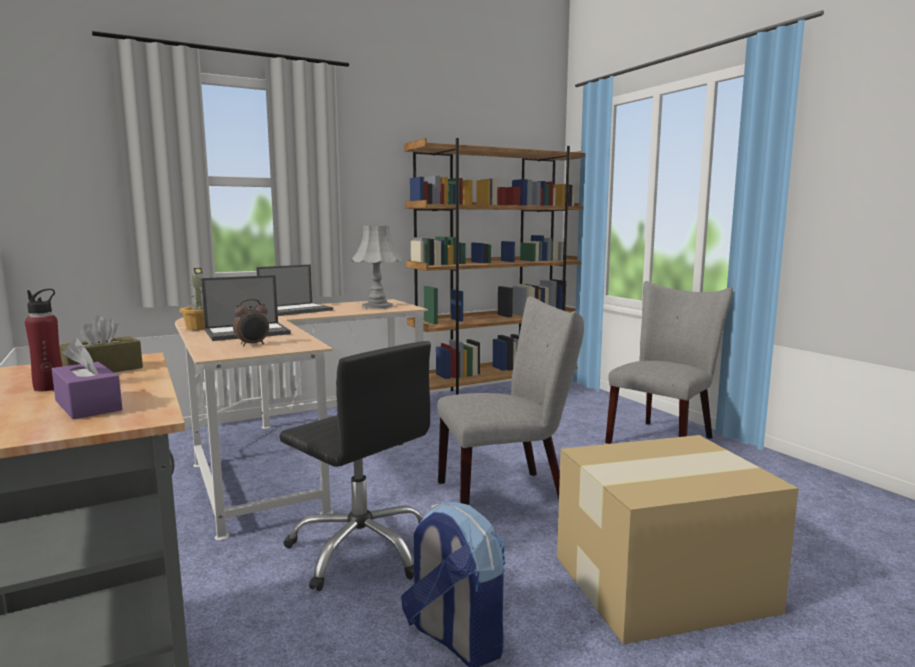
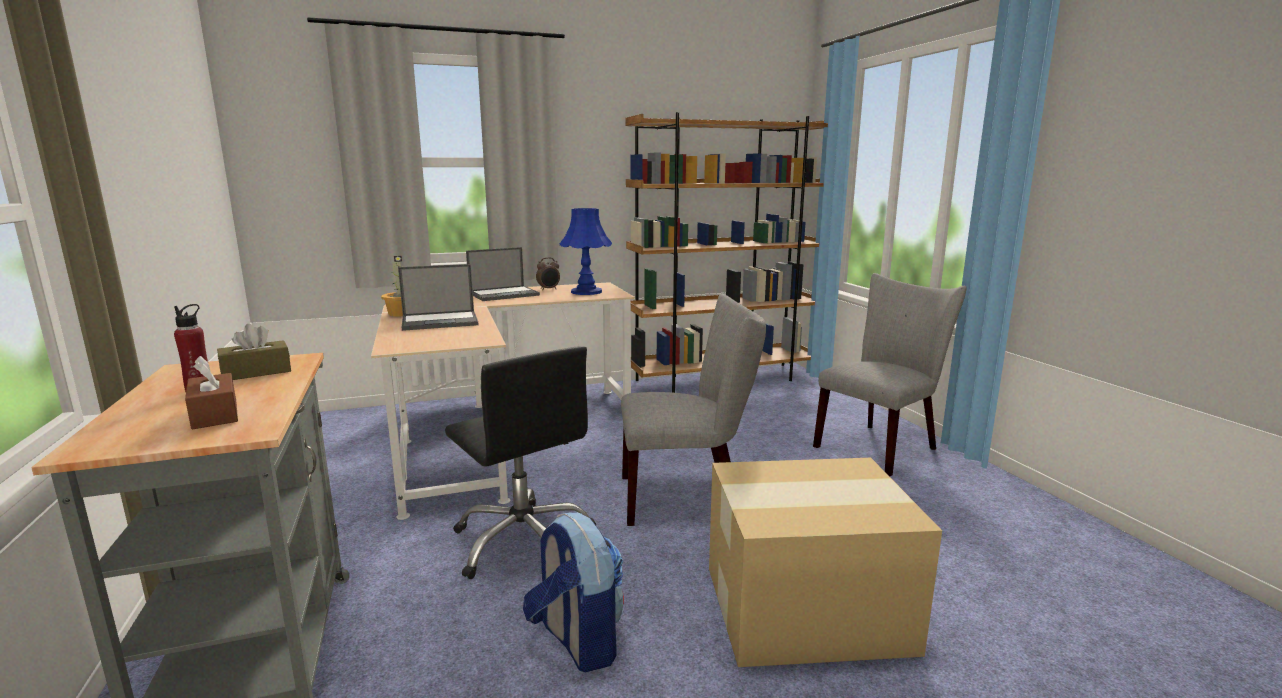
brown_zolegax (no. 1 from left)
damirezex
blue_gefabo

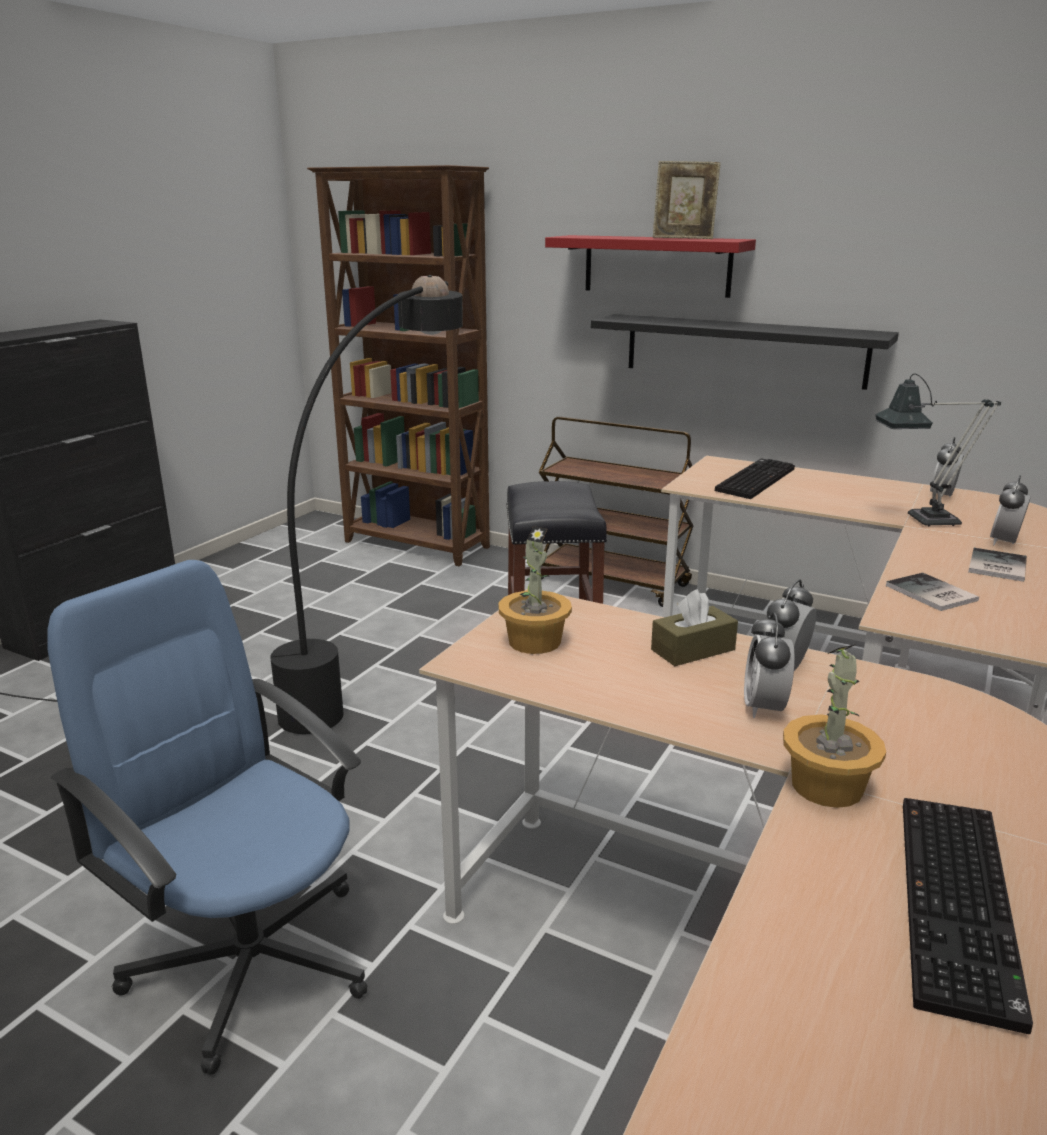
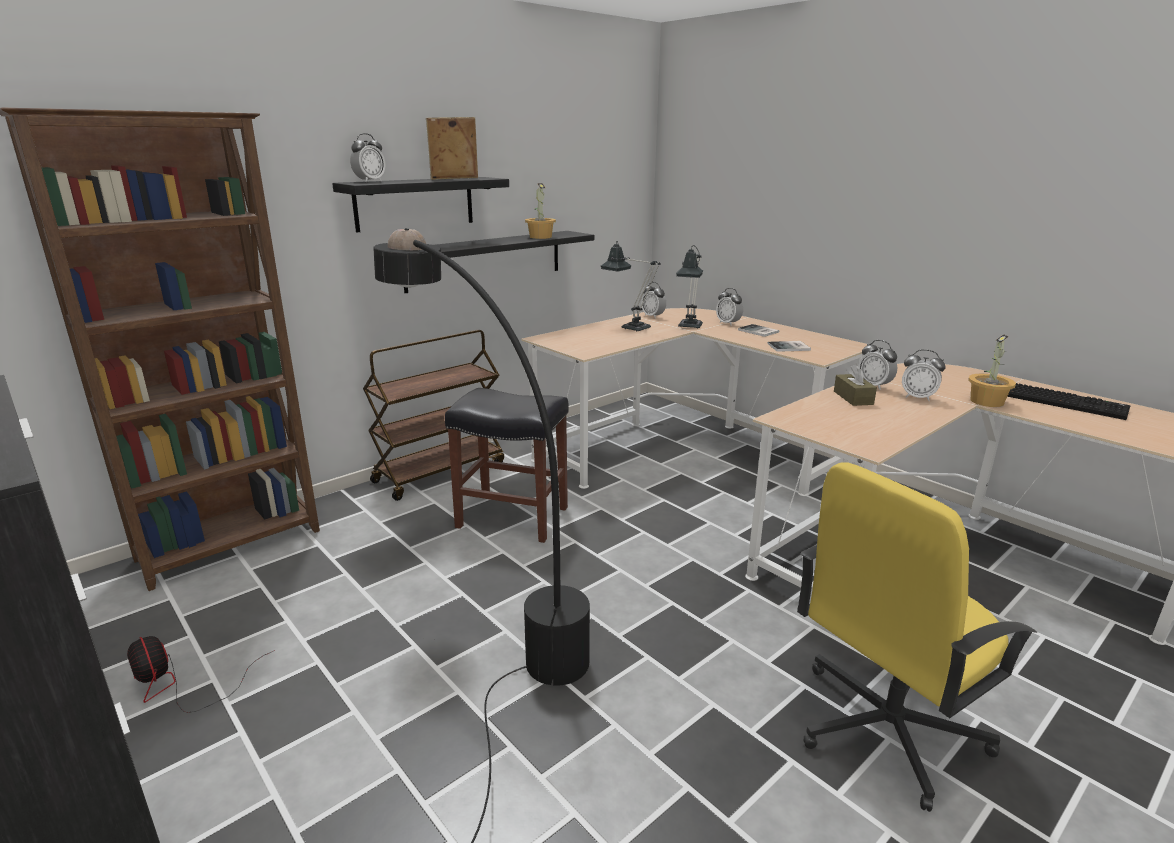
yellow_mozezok
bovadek (no. 1 from left)
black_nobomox (no. 1 from left)
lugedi
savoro (no. 1 from left in the first image)
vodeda
damirezex (no. 1 from left)
gefabo (no. 1 from left)

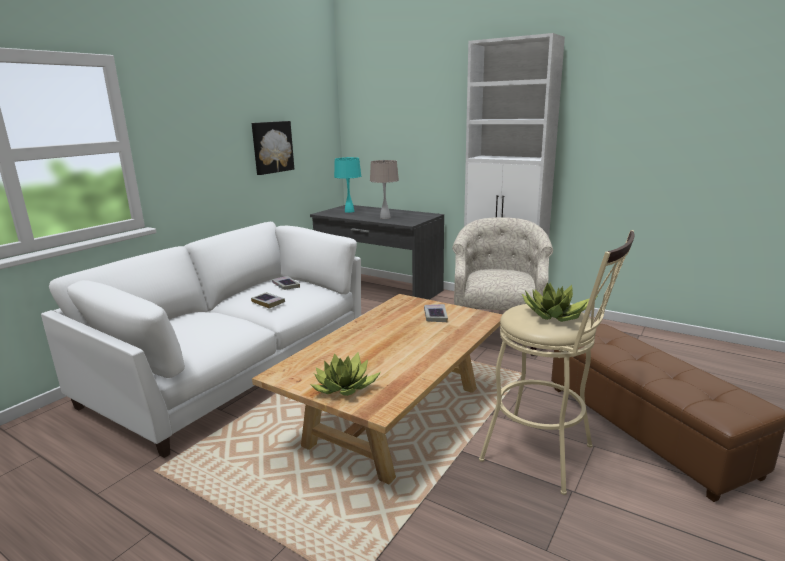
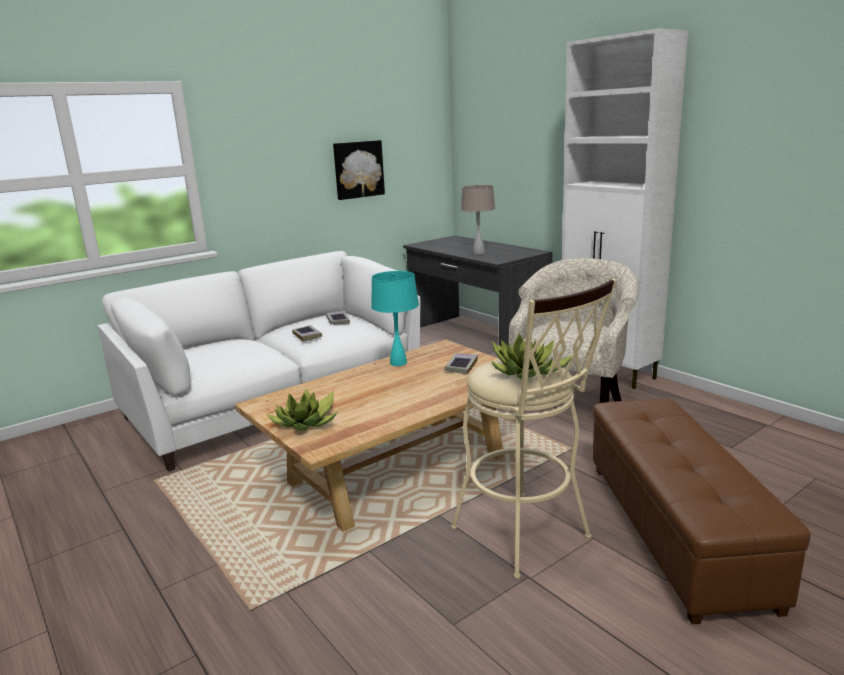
turquoise_gefabo

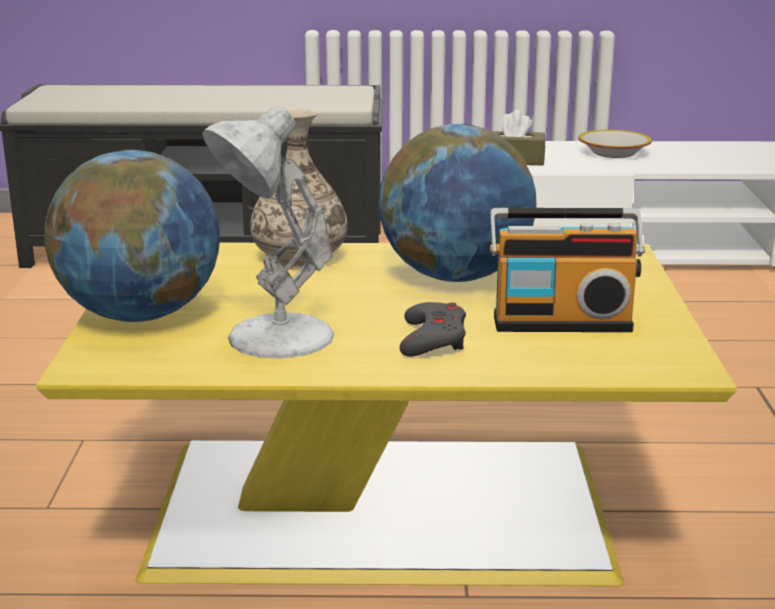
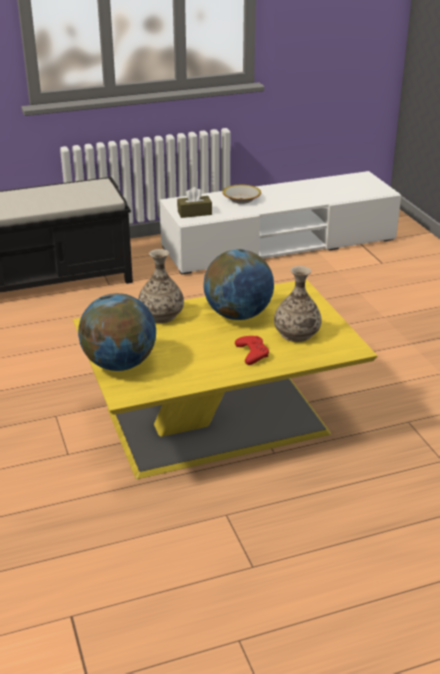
white_gefabo
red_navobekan
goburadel (no. 2 from left)

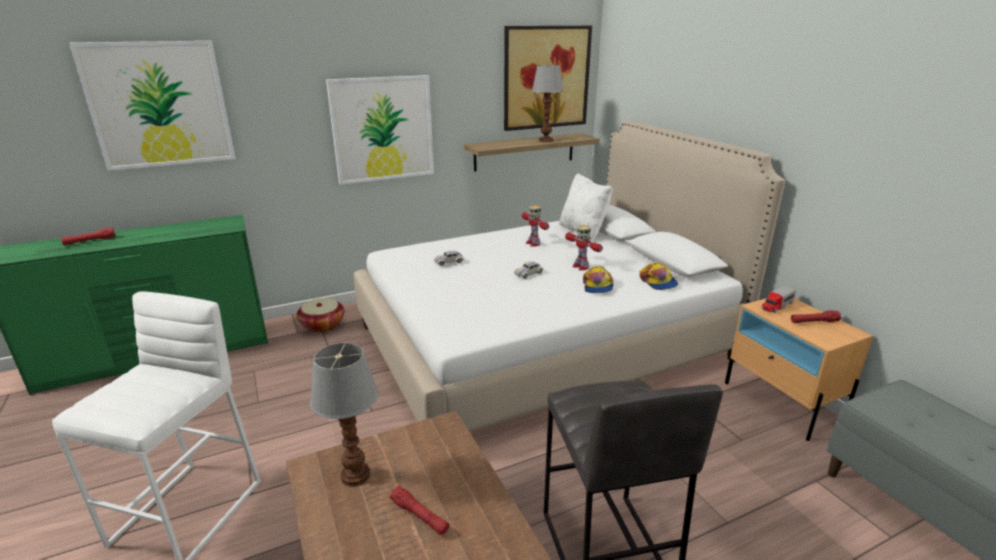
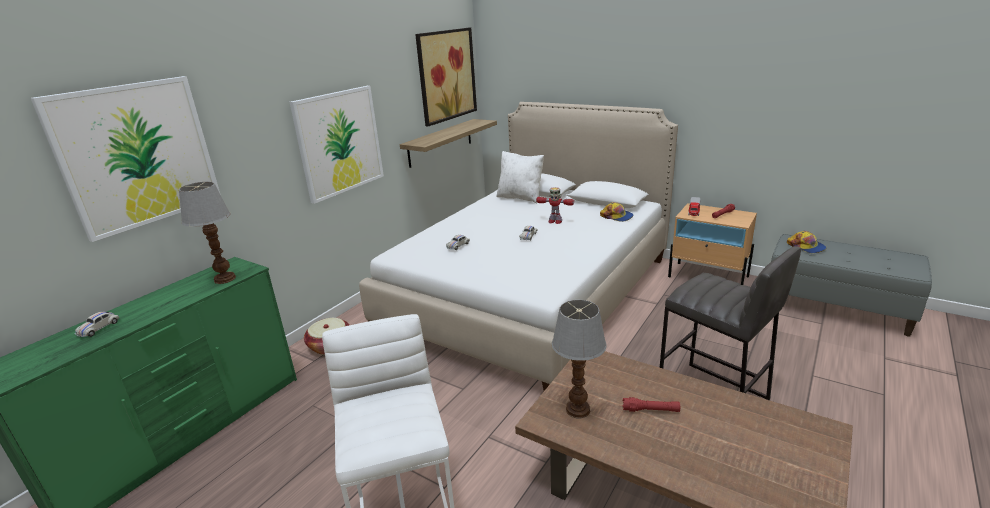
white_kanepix (no. 1 from left)
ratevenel (no. 1 from left in the first image)
gefabo (no. 1 from left)
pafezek (no. 2 from left)

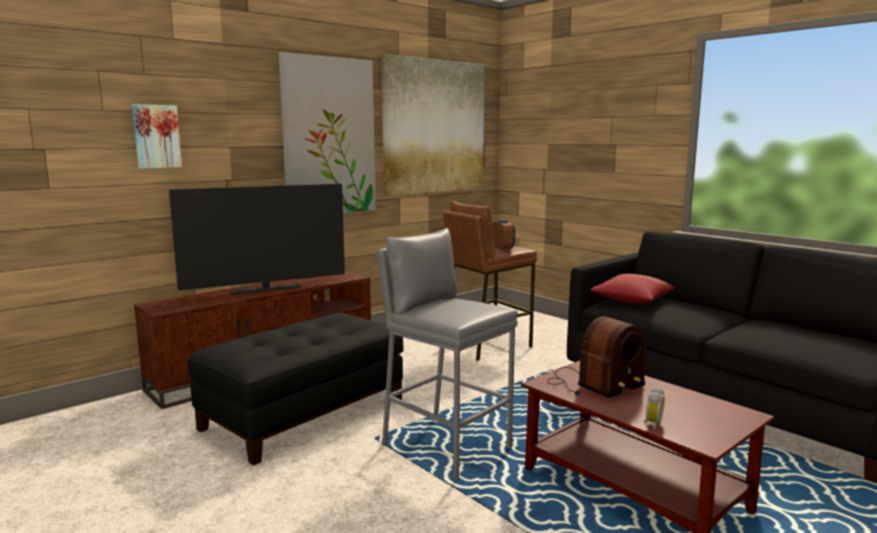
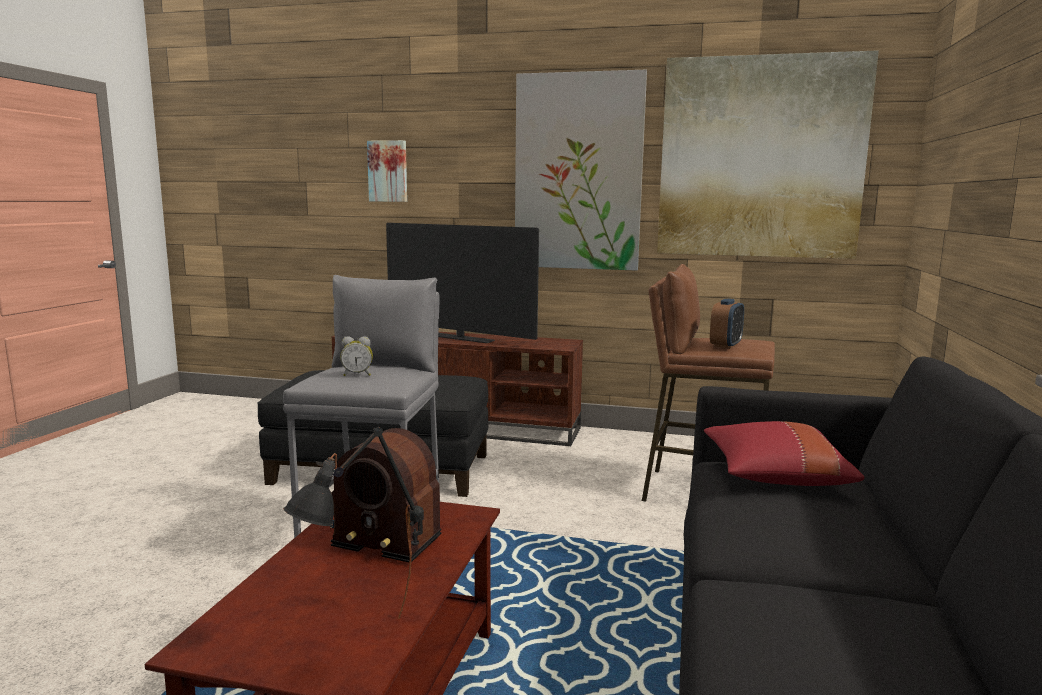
damirezex (no. 1 from left)
black_gefabo

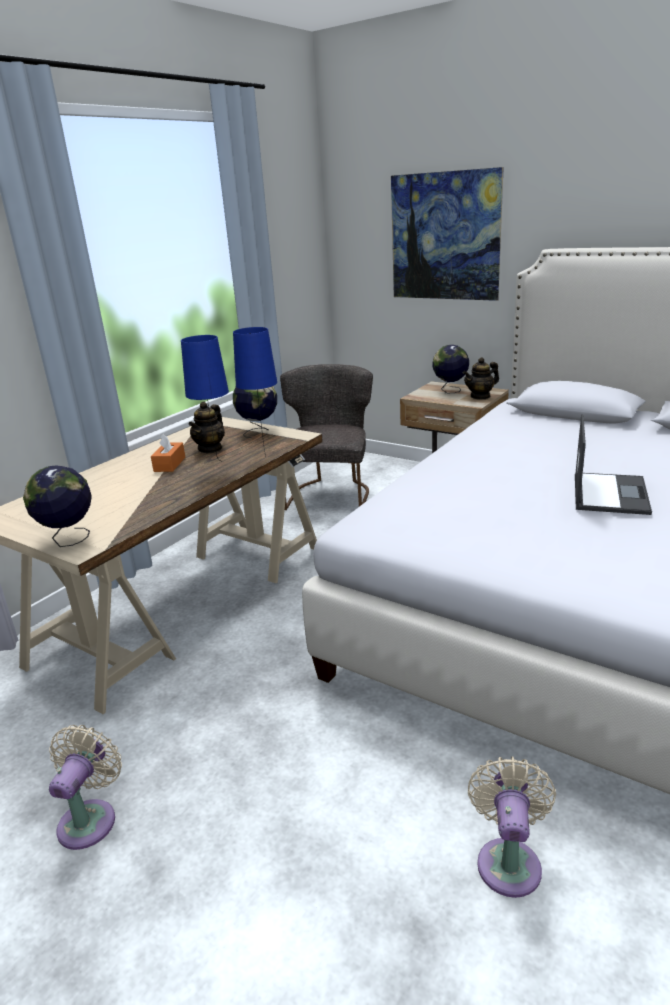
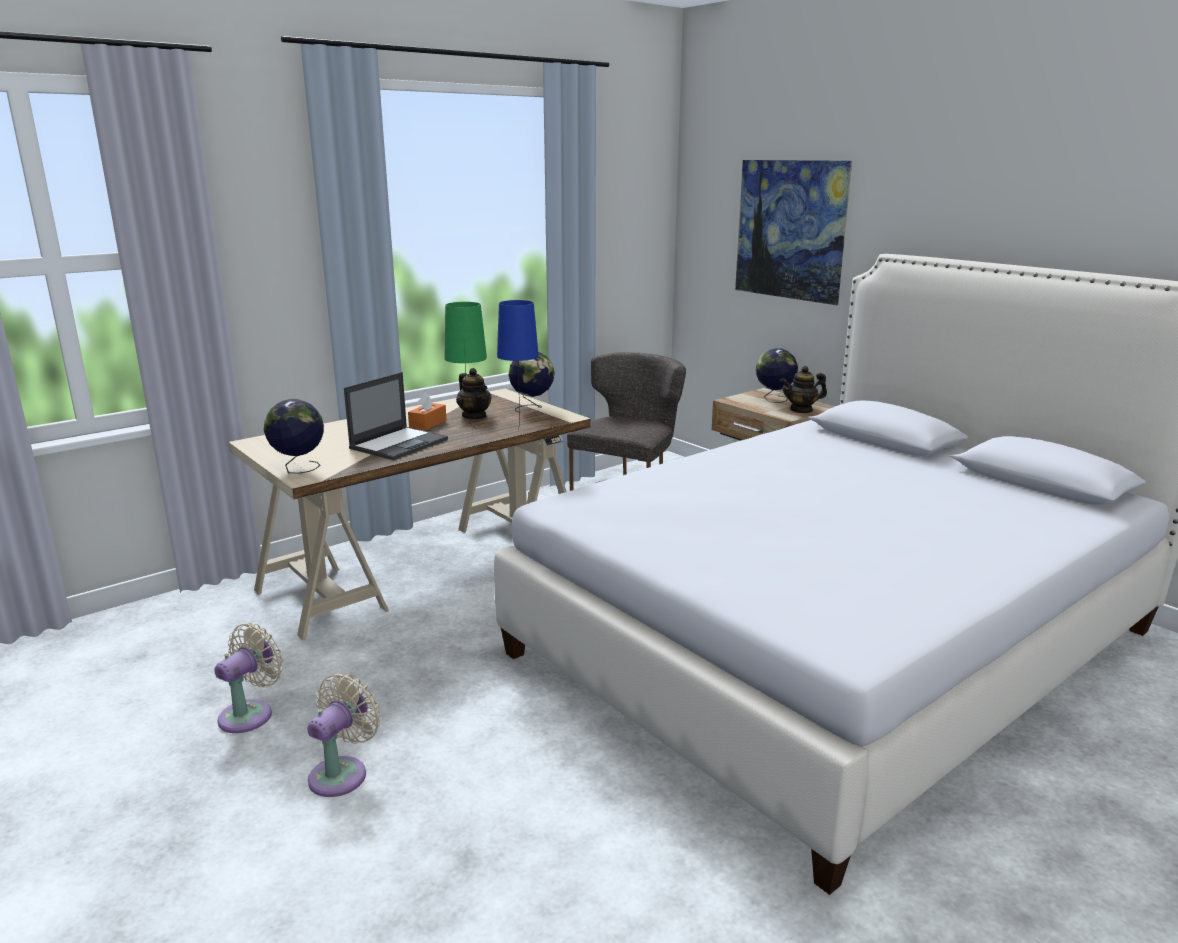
green_gefabo
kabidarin (no. 1 from left)
beige_vodeda (no. 2 from left)
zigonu

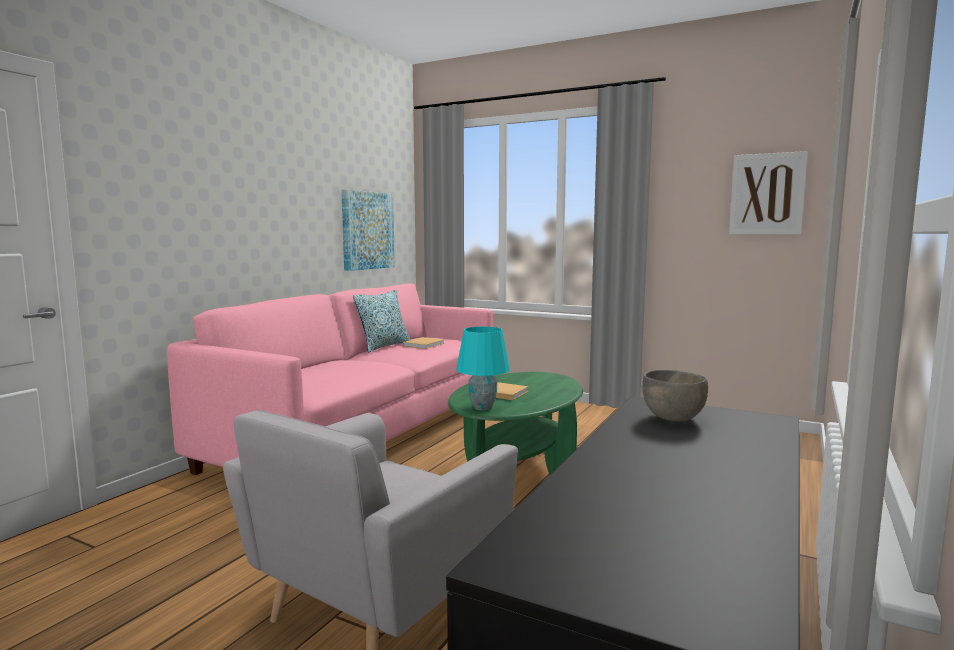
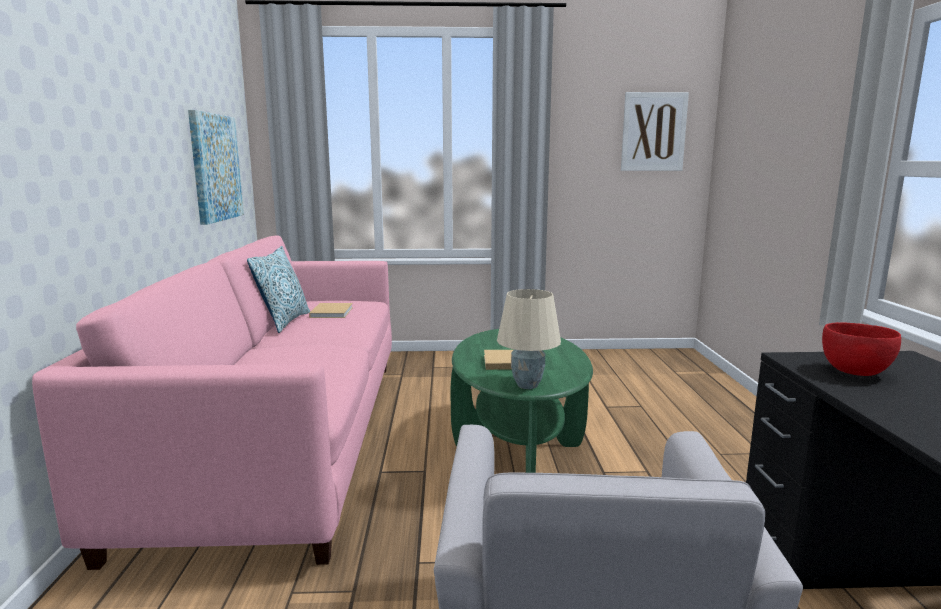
beige_gefabo
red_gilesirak

